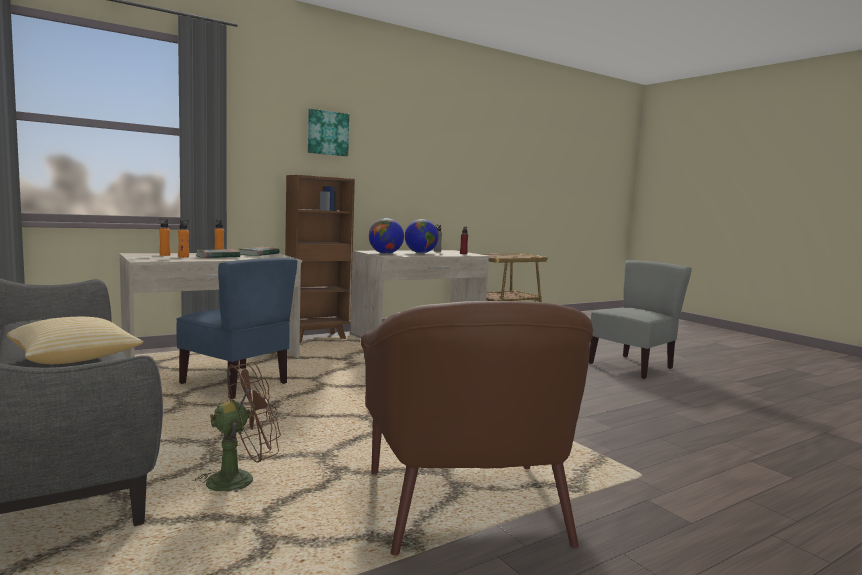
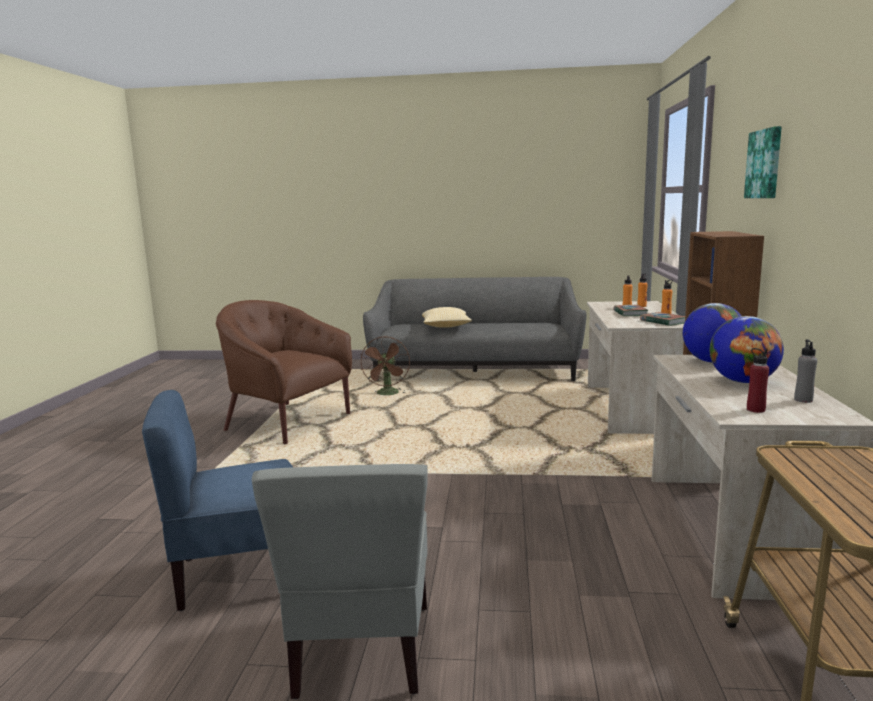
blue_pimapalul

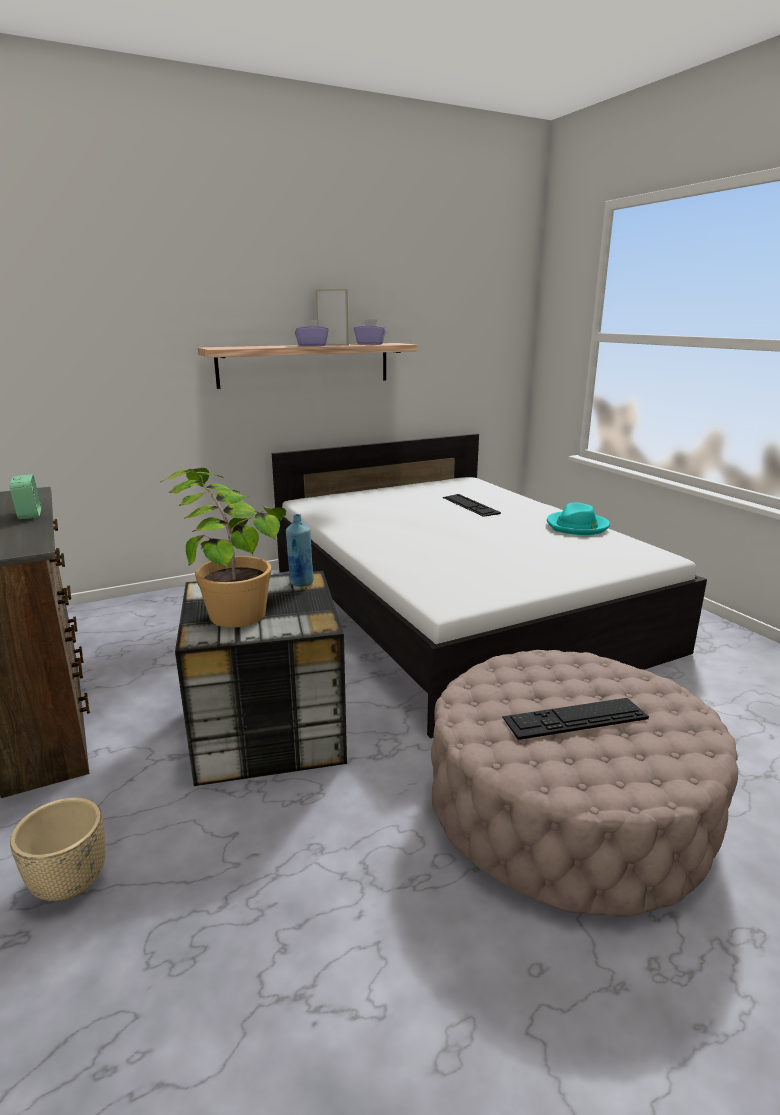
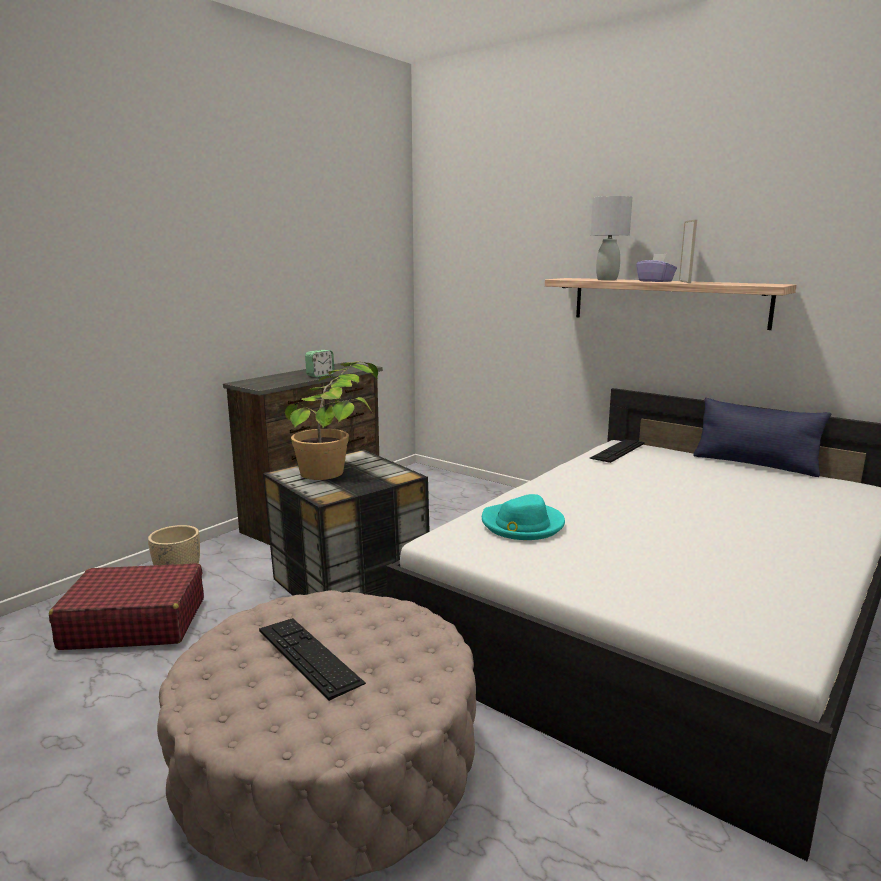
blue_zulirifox
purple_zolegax (no. 2 from left in the first image)
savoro (no. 2 from left)
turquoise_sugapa
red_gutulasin
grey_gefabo
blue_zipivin

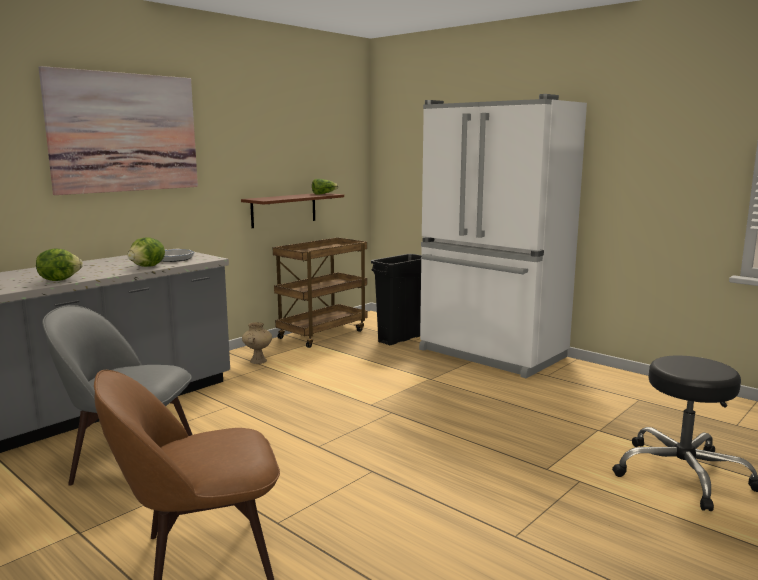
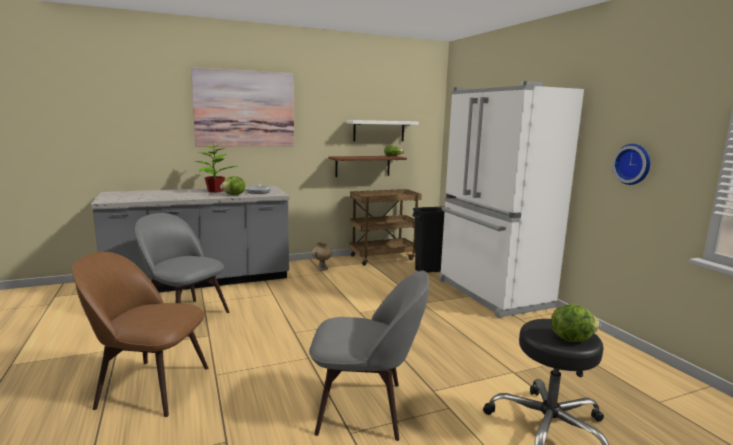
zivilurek (no. 3 from left)
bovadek
grey_pimapalul (no. 2 from left)
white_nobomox
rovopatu

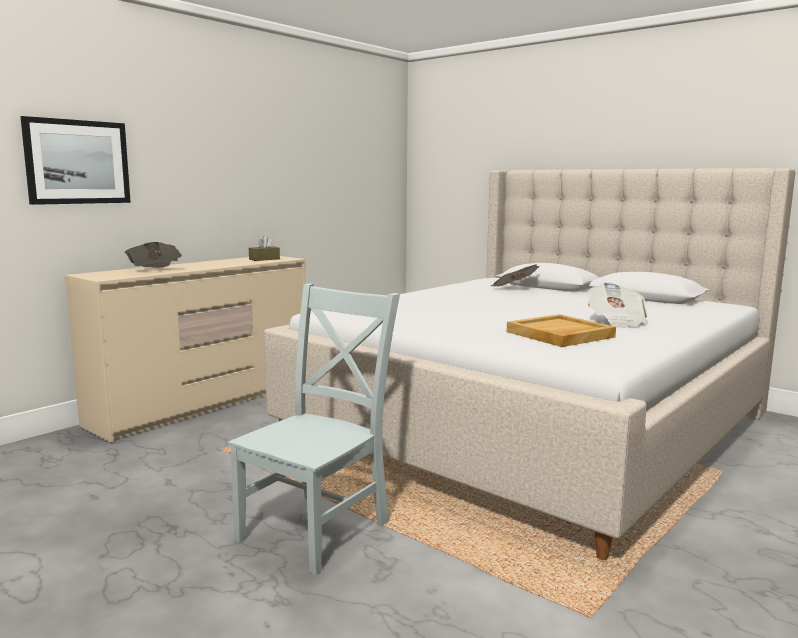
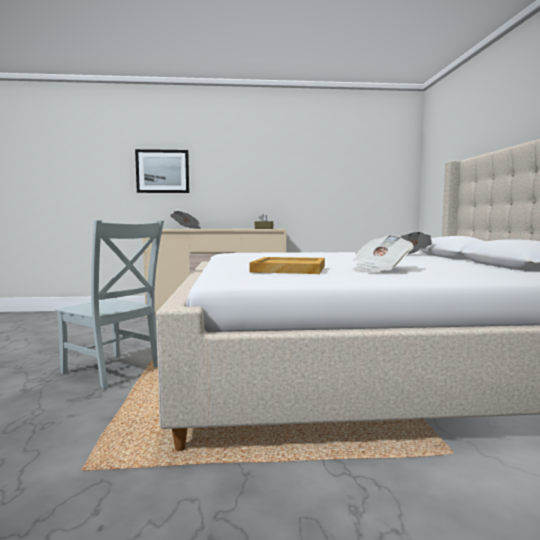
grey_pimapalul

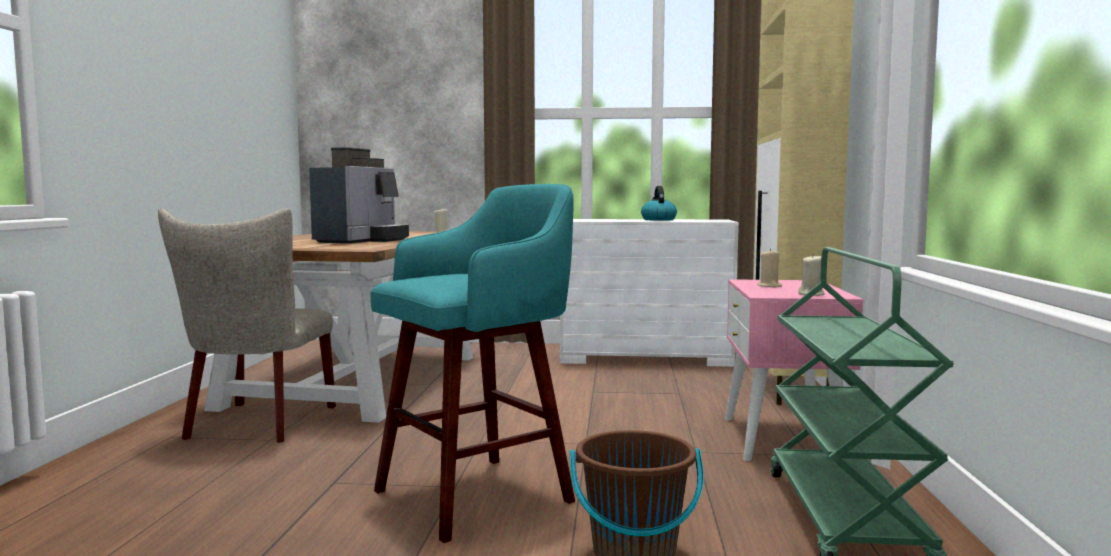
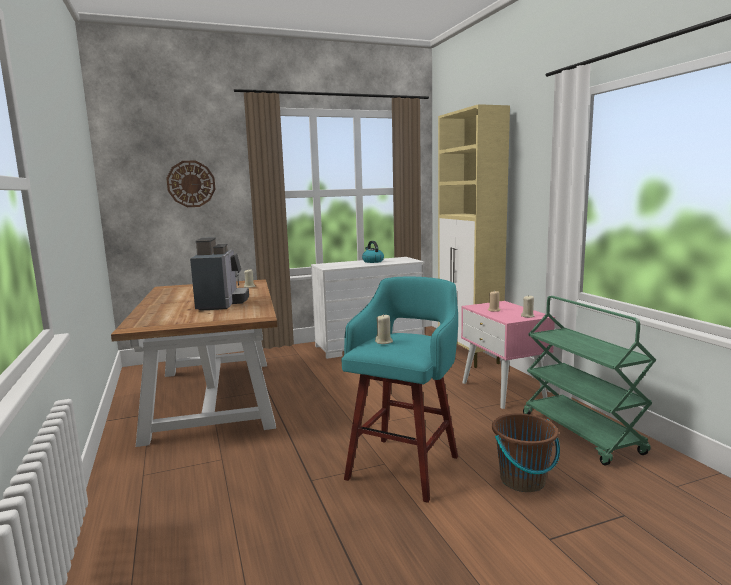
beige_pimapalul
rovopatu
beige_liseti (no. 2 from left)

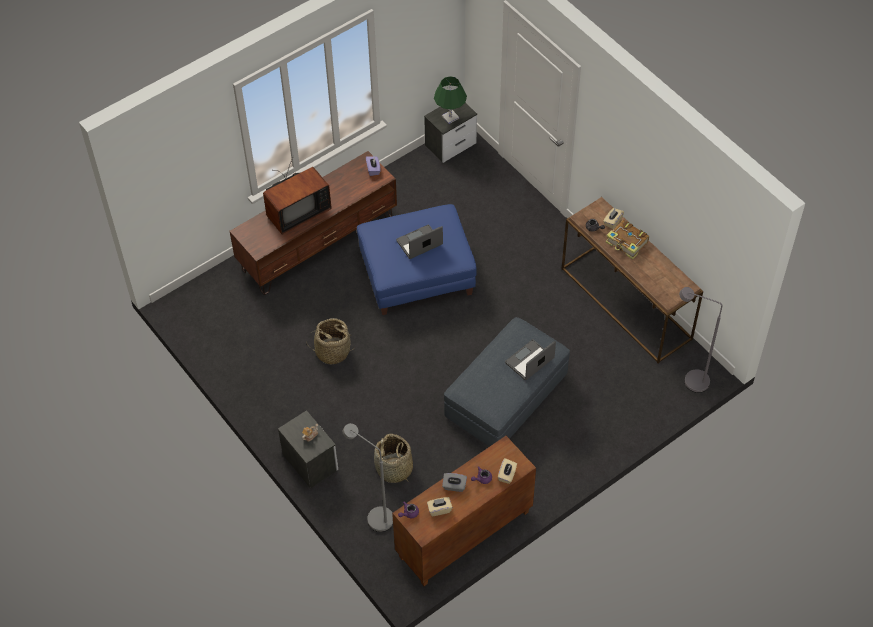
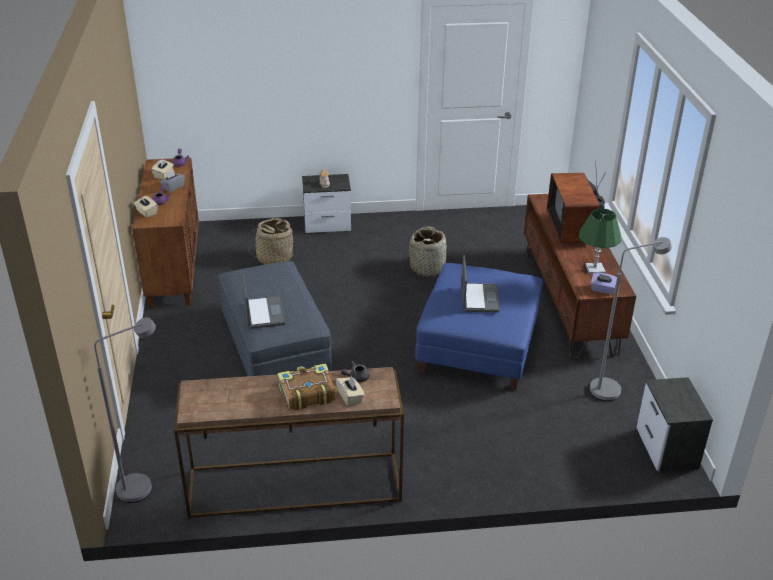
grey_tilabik (no. 2 from left)
green_gefabo

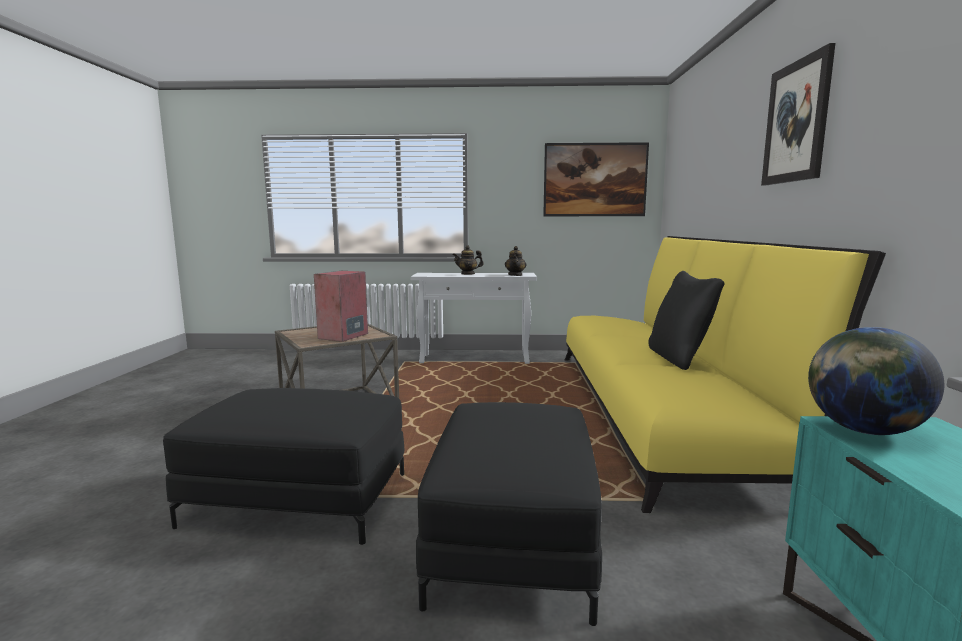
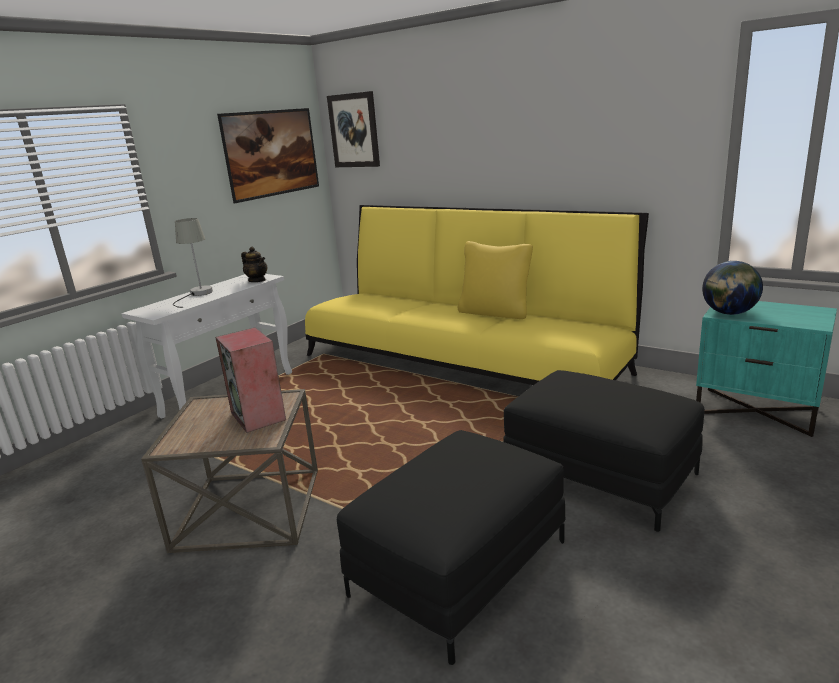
grey_gefabo
yellow_zipivin
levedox (no. 2 from left)

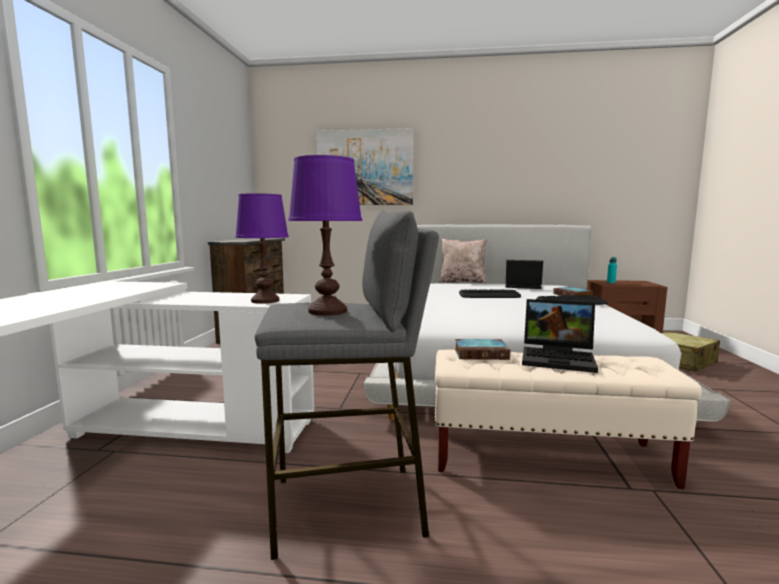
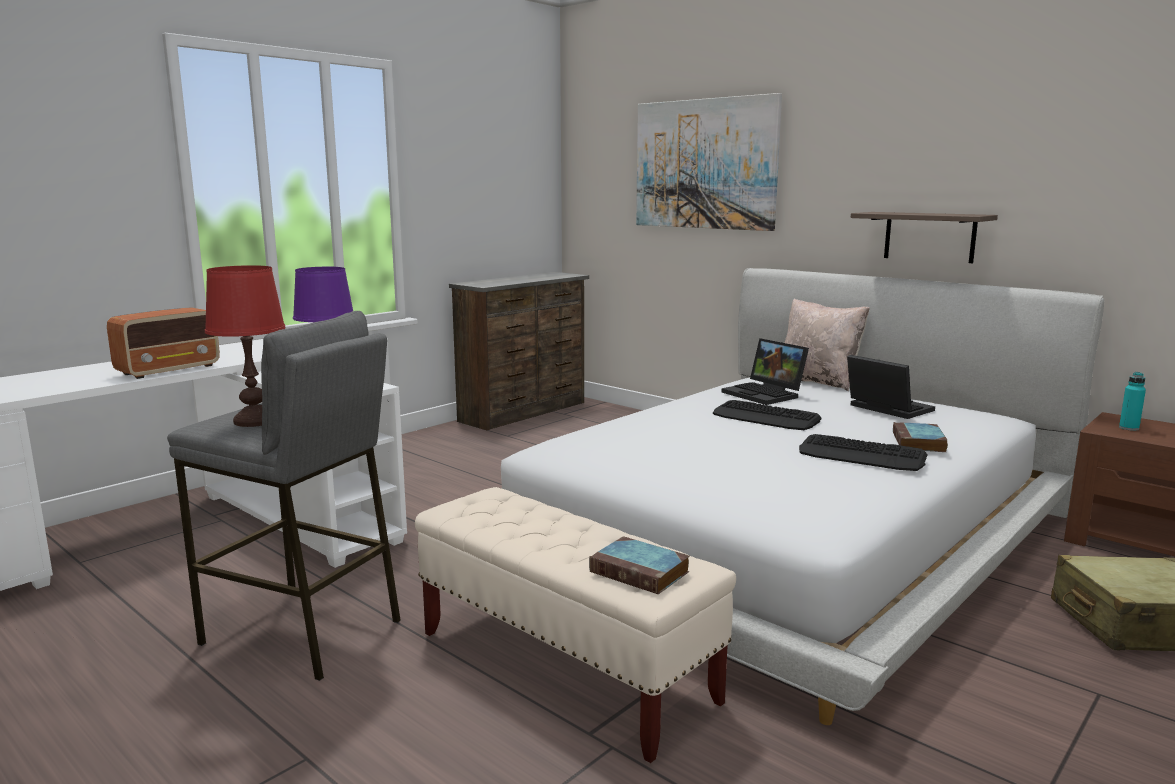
red_gefabo
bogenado (no. 1 from left)
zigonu (no. 1 from left)
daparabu
nobomox

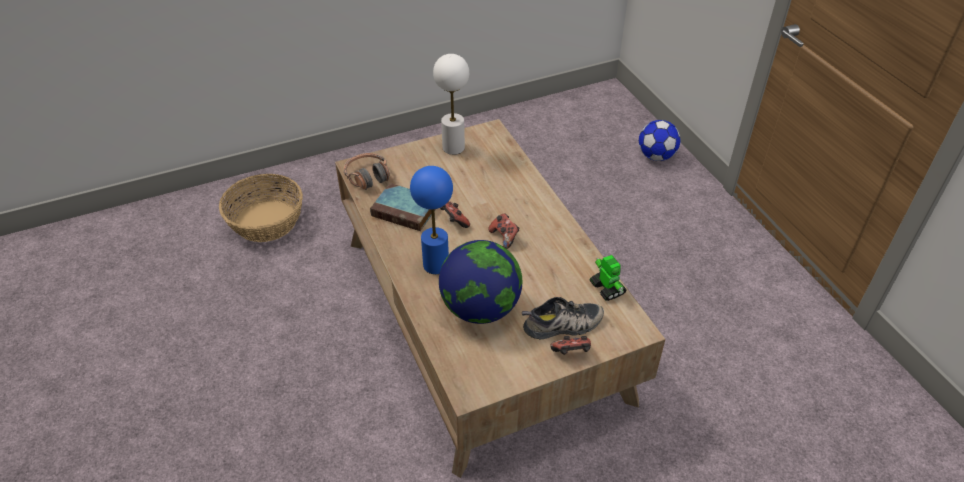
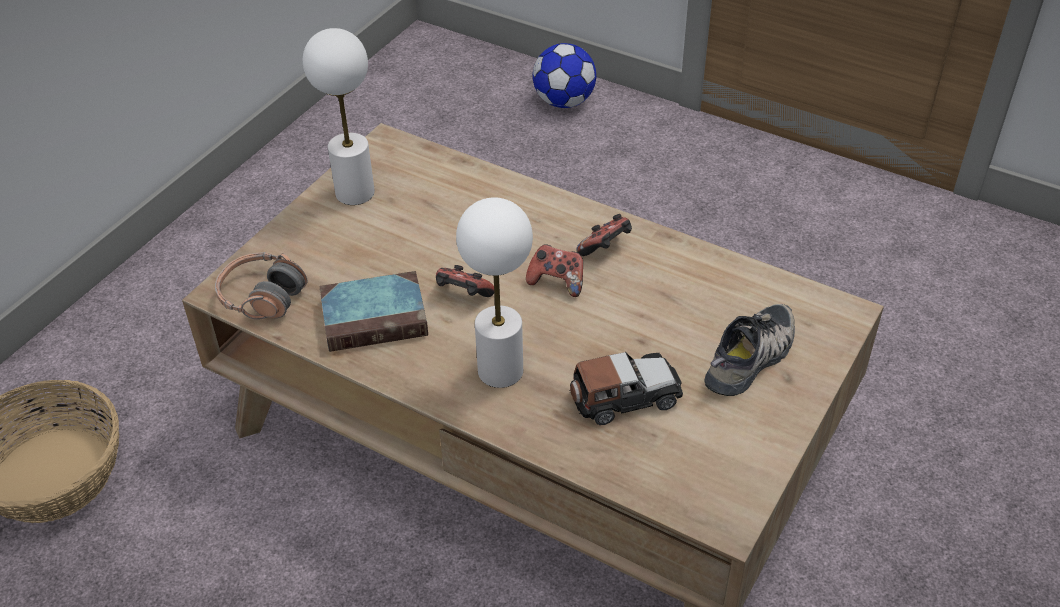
white_gefabo (no. 2 from left)
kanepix
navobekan (no. 3 from left)
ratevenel

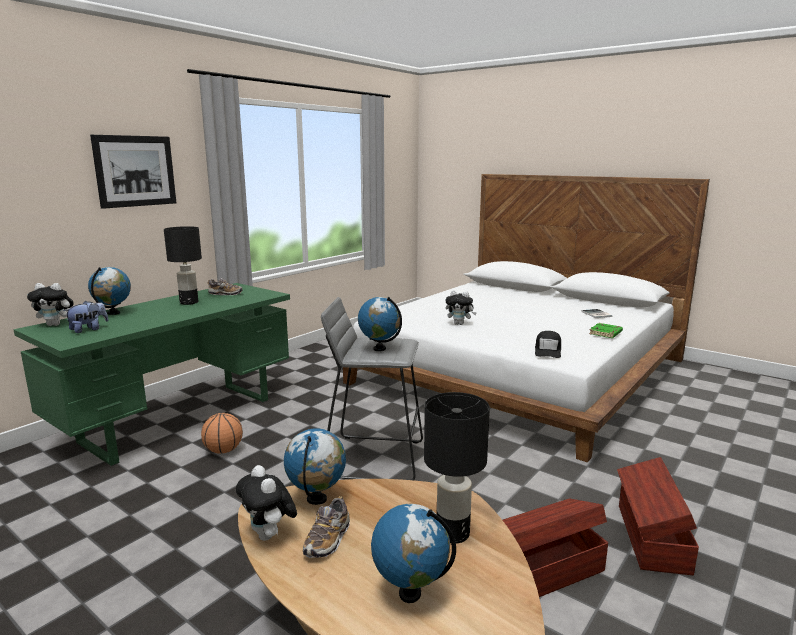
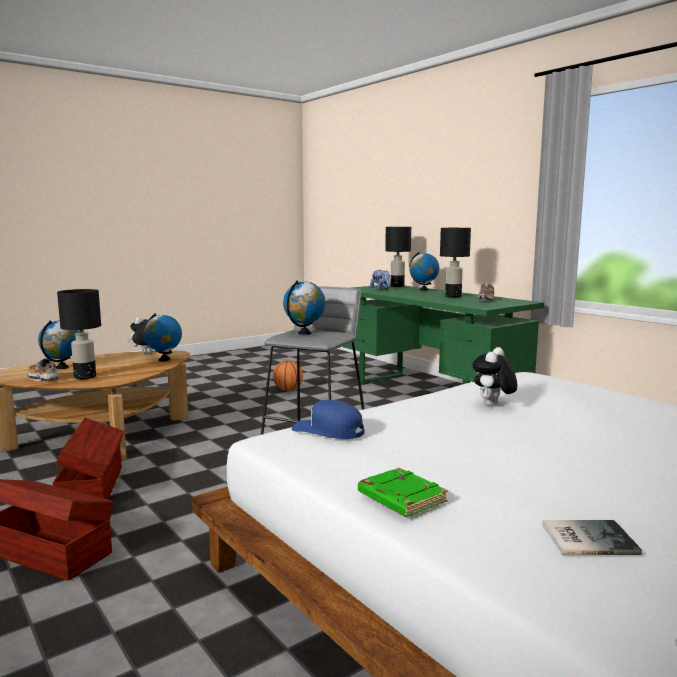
black_gefabo (no. 2 from left)
levedox
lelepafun
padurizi (no. 1 from left)
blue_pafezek

